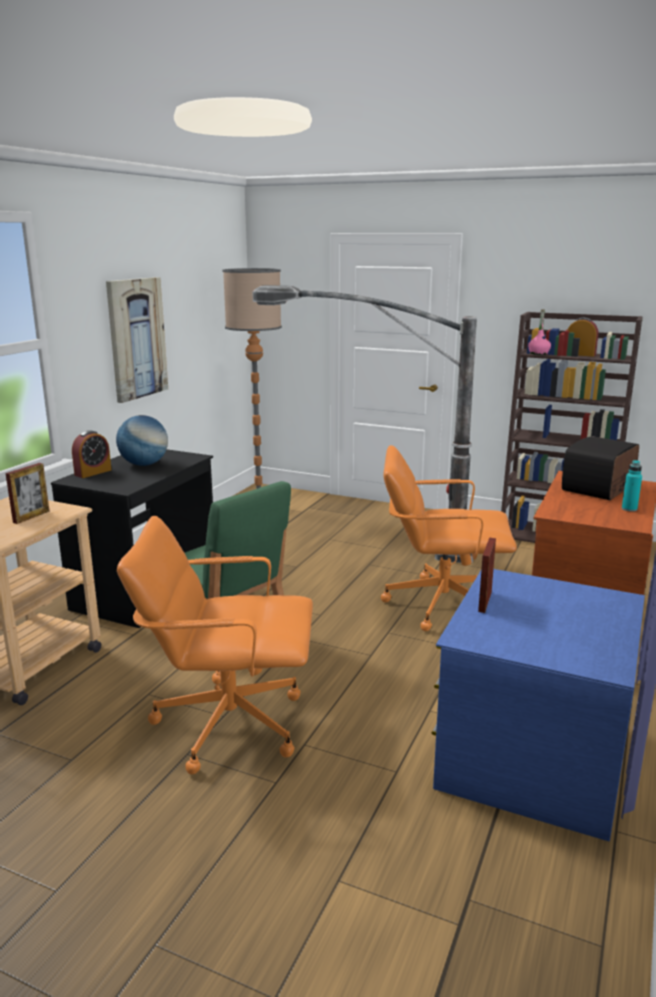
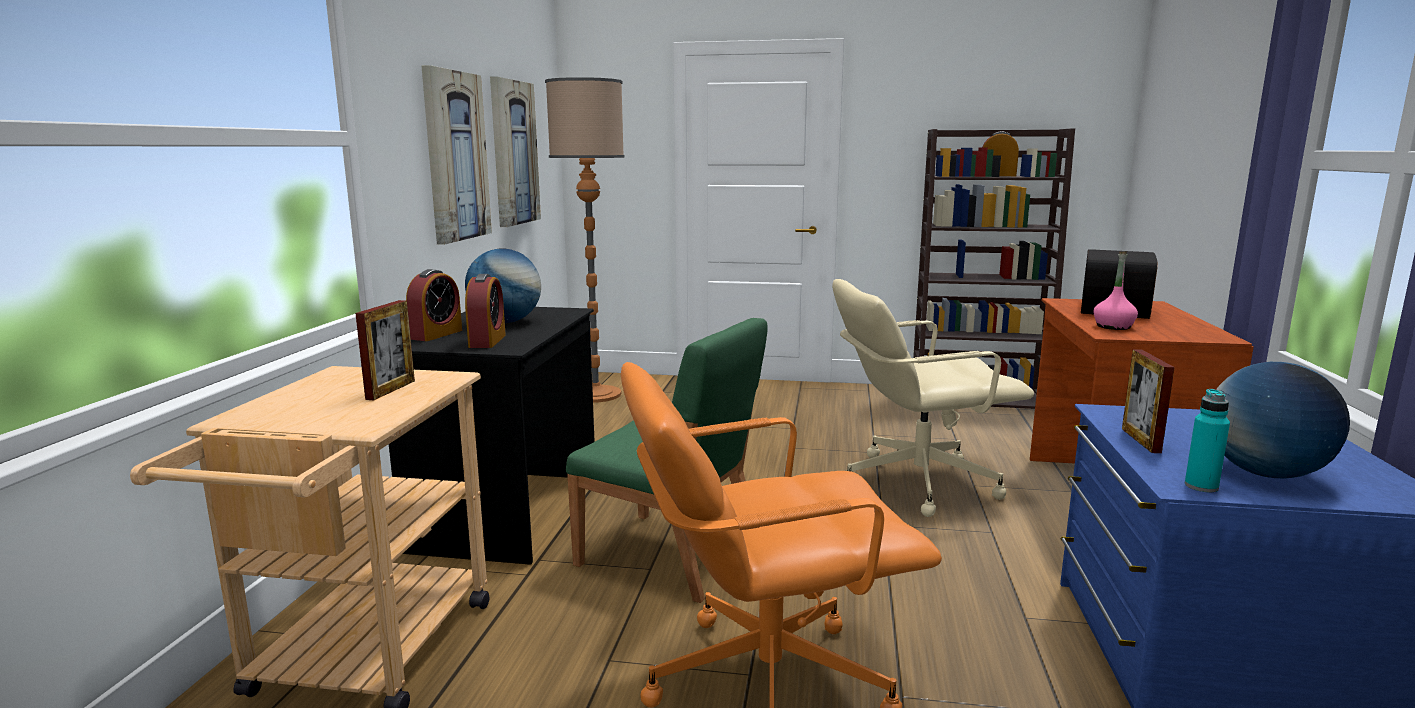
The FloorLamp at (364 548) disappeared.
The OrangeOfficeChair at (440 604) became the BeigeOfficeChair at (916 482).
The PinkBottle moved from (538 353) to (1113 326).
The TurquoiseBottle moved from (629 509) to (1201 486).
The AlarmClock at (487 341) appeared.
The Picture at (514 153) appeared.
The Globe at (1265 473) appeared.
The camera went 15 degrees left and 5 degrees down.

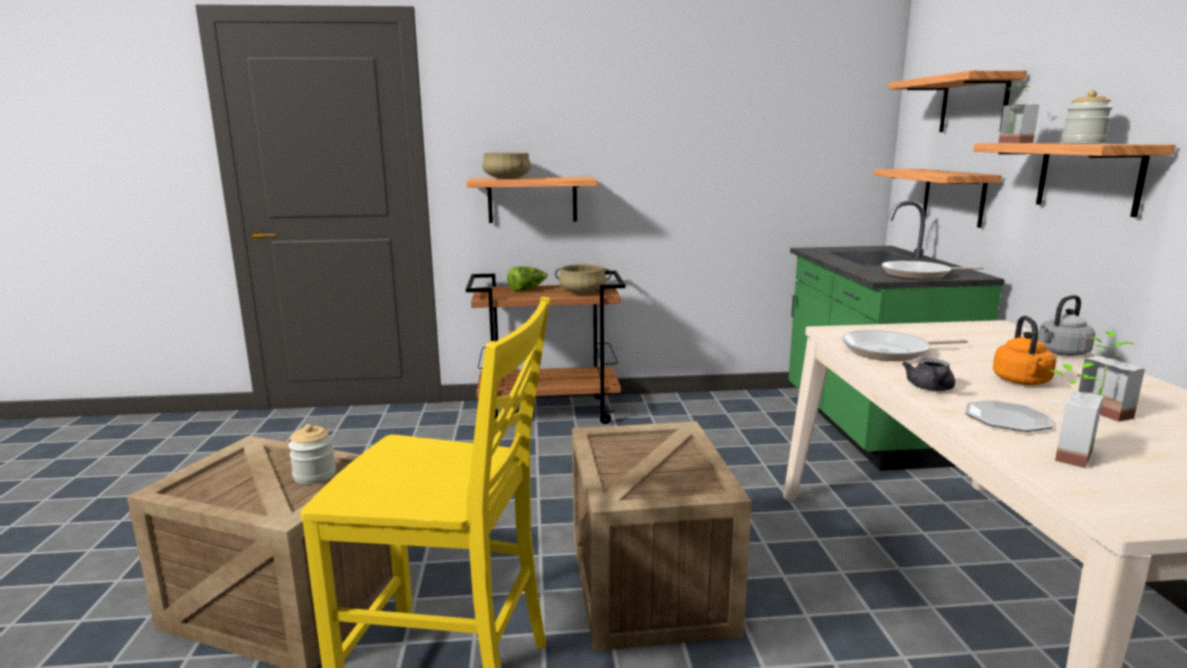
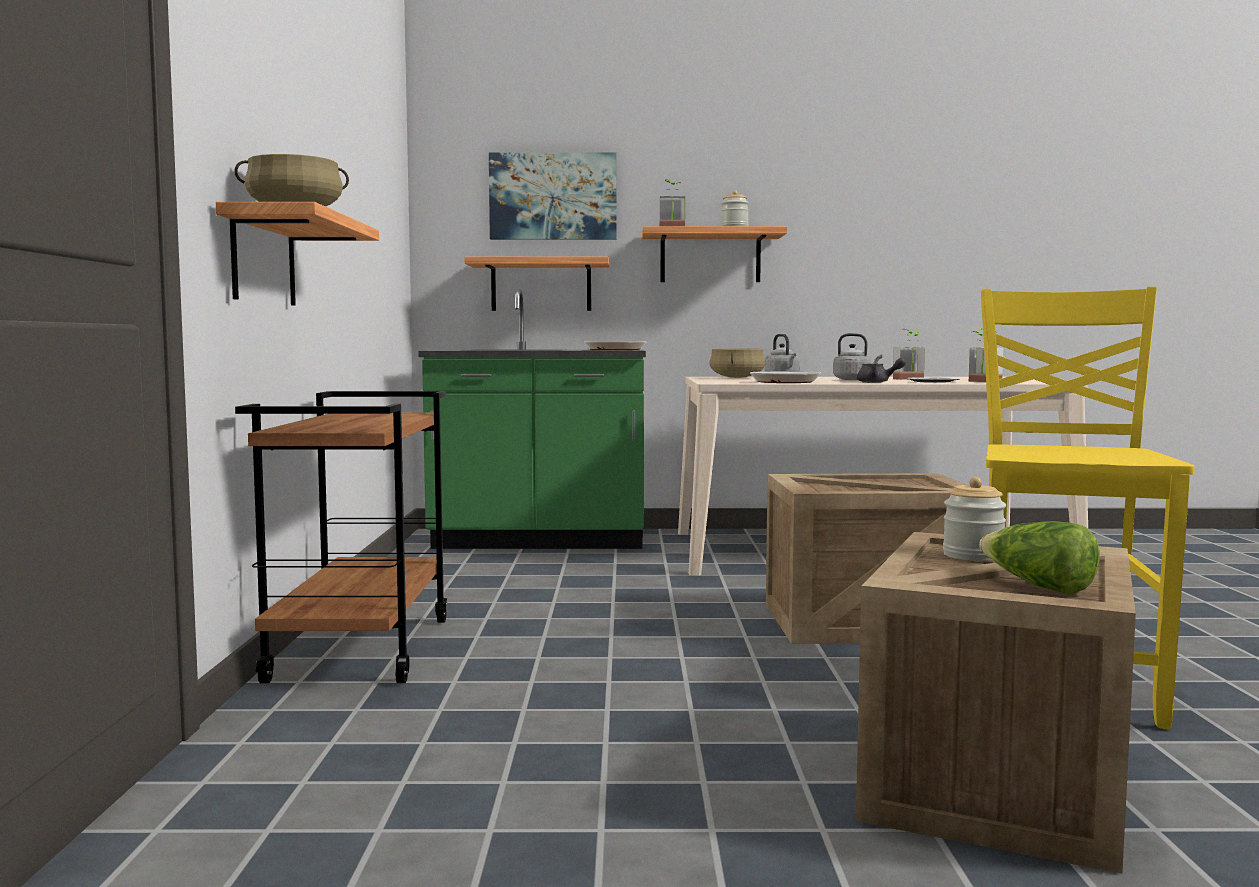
The Lettuce moved from (527 289) to (1037 586).
The BeigeCookingPot moved from (583 292) to (736 377).
The Shelf at (973 104) was replaced by the Picture at (553 196).
The OrangeKettle at (1022 382) became the GreyKettle at (854 379).
The camera went 85 degrees left and 10 degrees down.

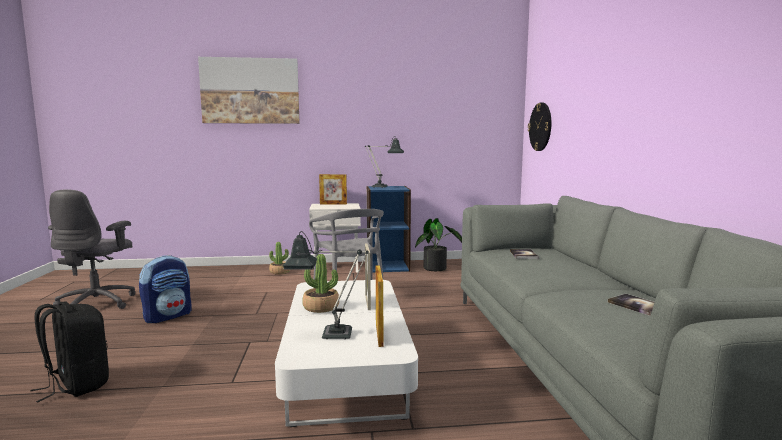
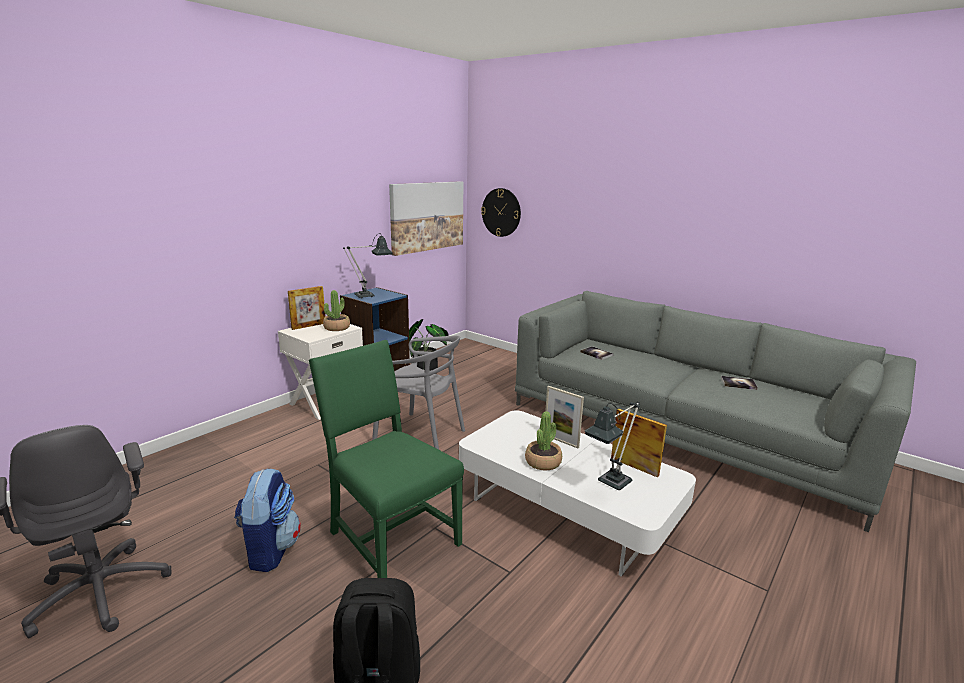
The Picture moved from (250 91) to (427 216).
The PottedPlant moved from (280 272) to (337 328).
The GreenChair at (389 537) appeared.
The camera went 45 degrees left and 10 degrees up.

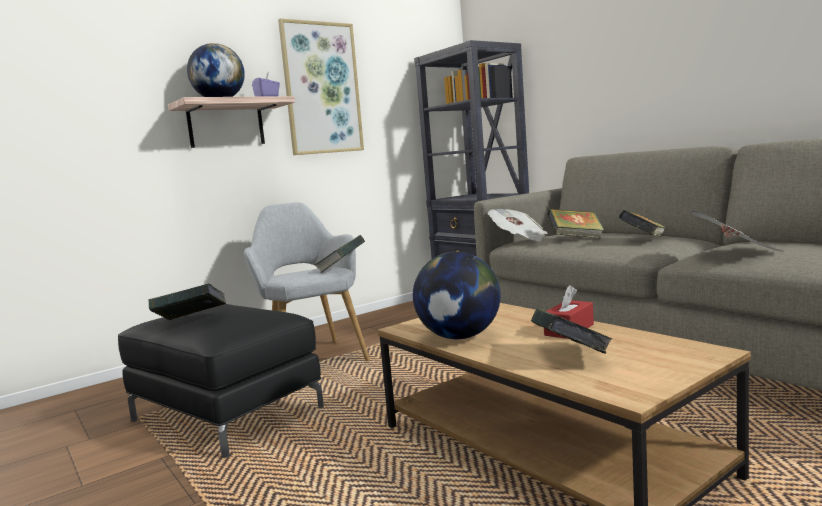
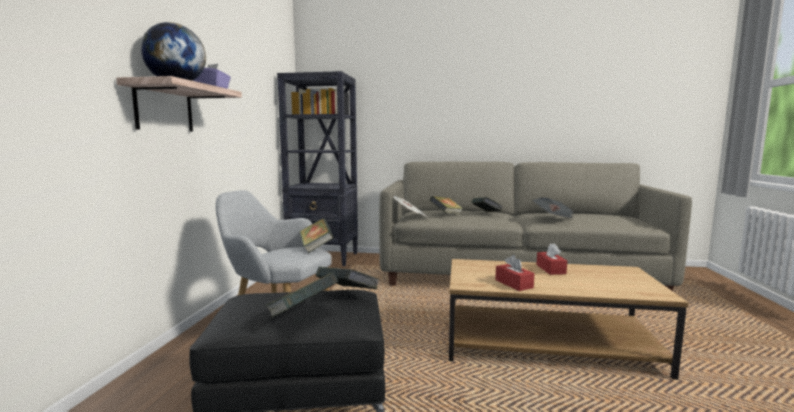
The Picture at (321 88) disappeared.
The Globe at (459 337) was replaced by the RedTissueBox at (514 284).
The Book moved from (570 356) to (347 295).
The camera went 45 degrees left and 0 degrees up.

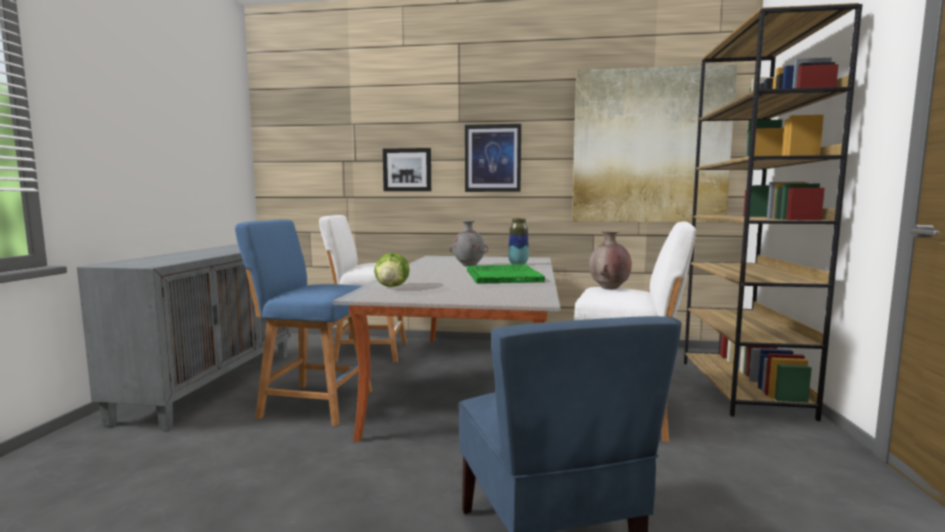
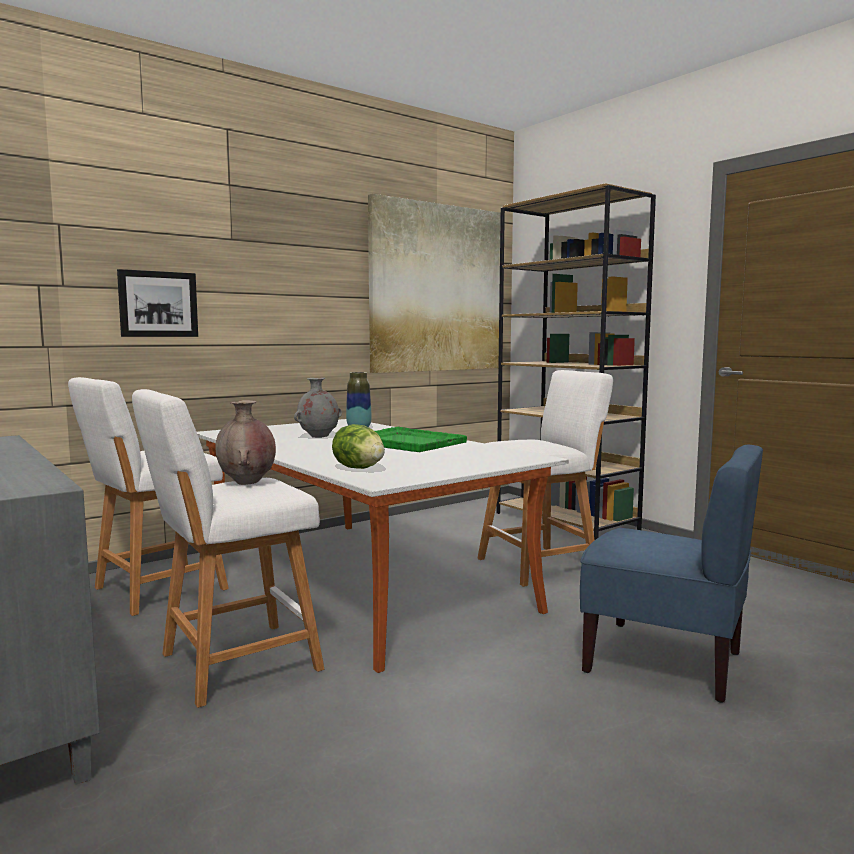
The BlueStool at (312 403) became the WhiteStool at (232 664).
The Picture at (492 158) disappeared.
The BrownVase moved from (609 288) to (247 483).
The camera went 45 degrees left and 0 degrees up.

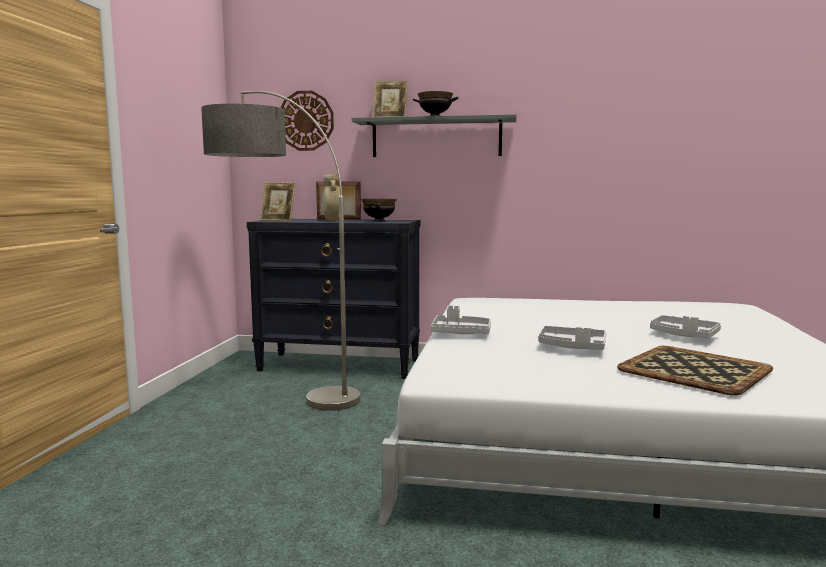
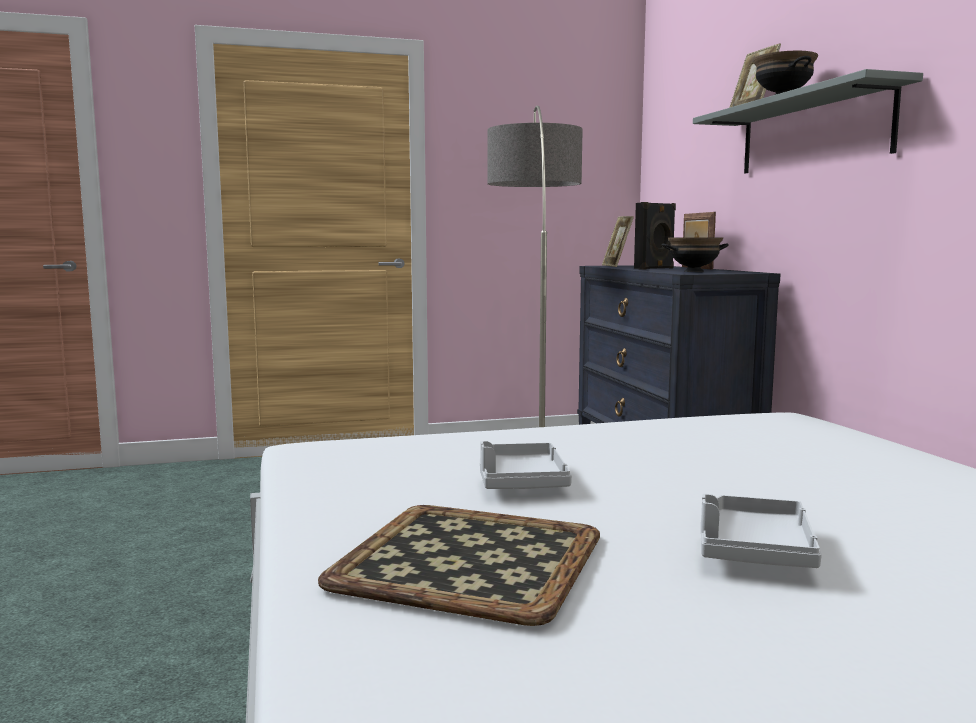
The WallClock at (305 121) disappeared.
The BeigeVase at (332 221) was replaced by the BlackSpeaker at (655 268).
The GreyTray at (461 333) disappeared.
The camera went 65 degrees right and 0 degrees up.

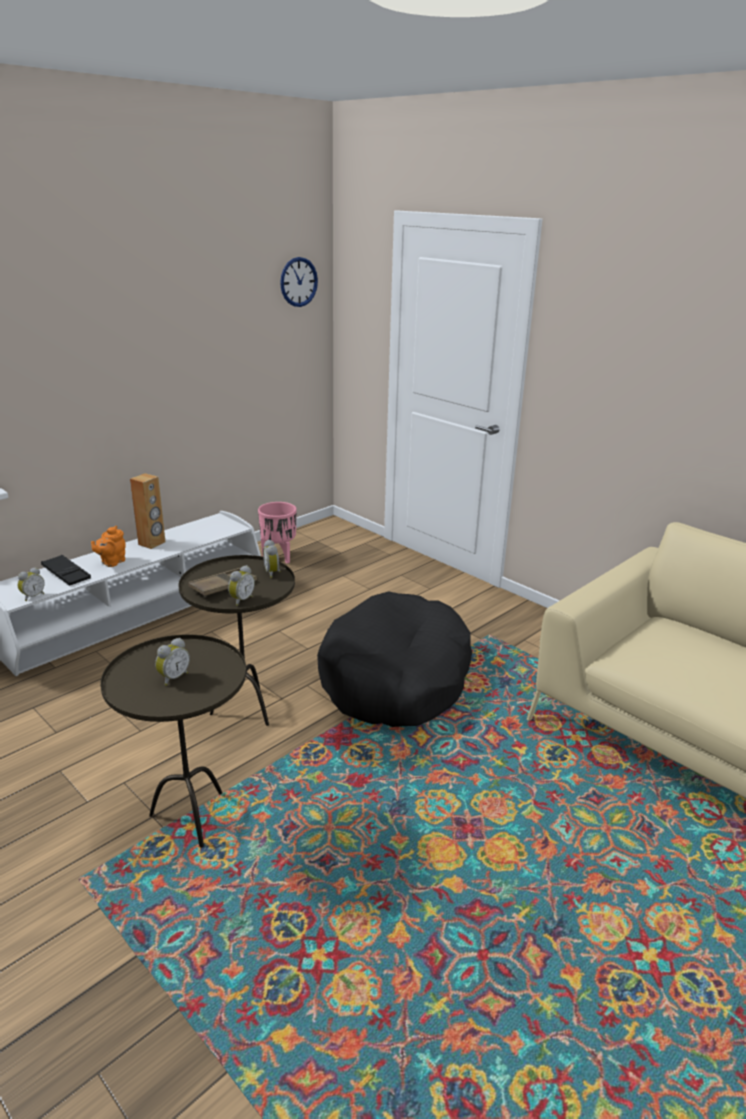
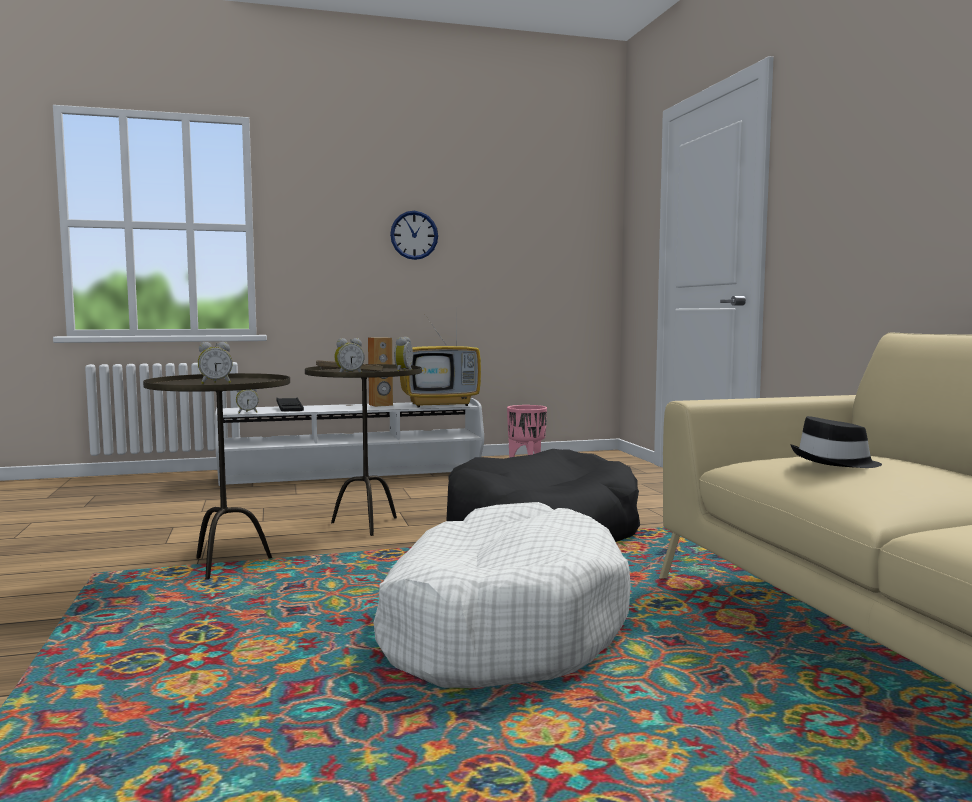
The OrangeTeapot at (112 562) disappeared.
The WallClock moved from (298 282) to (414 235).
The WhiteDogBed at (499 626) appeared.
The Television at (441 404) appeared.
The BlackHat at (834 462) appeared.
The camera went 30 degrees right and 20 degrees down.

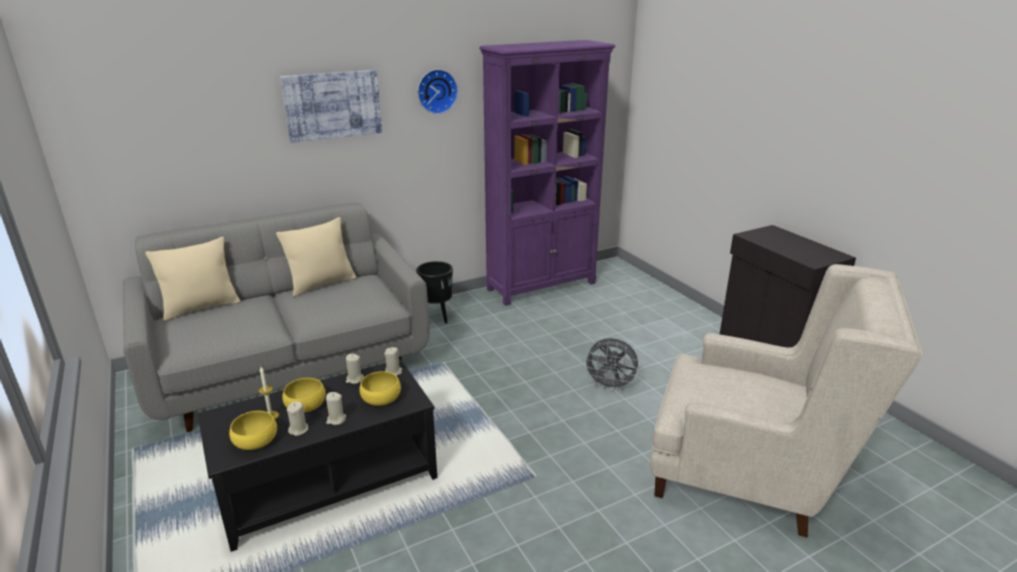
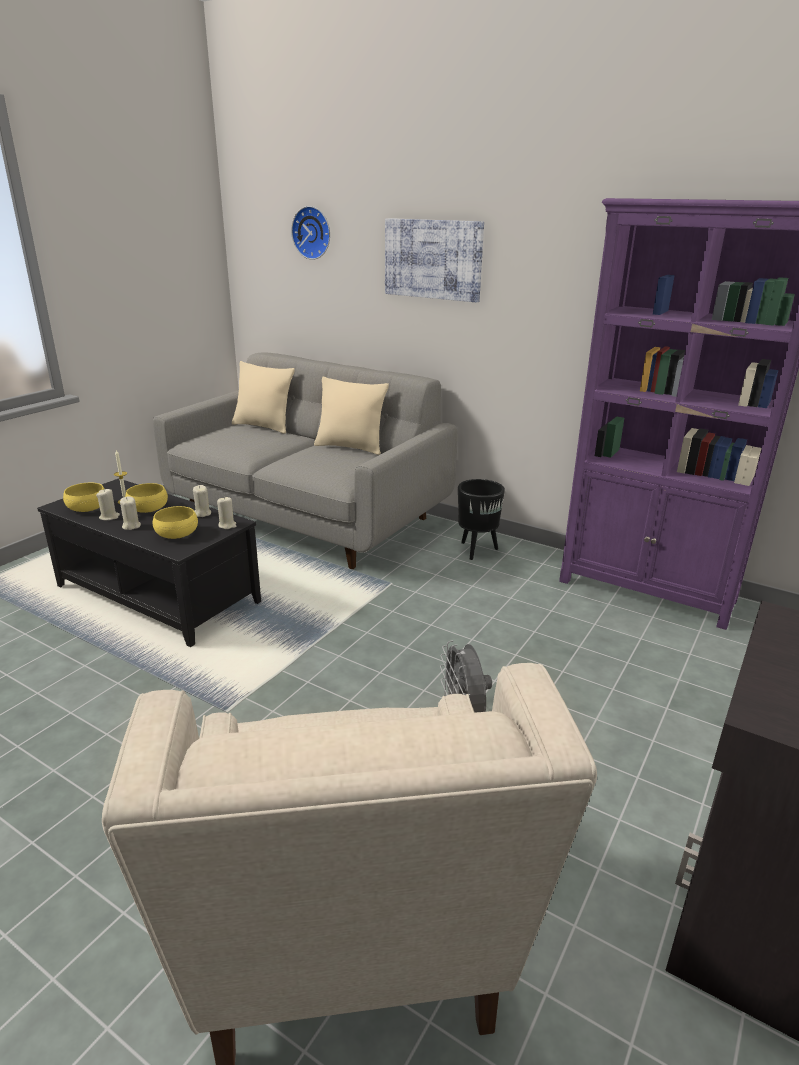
The WallClock moved from (436 91) to (313 233).
The camera went 60 degrees right and 0 degrees up.

